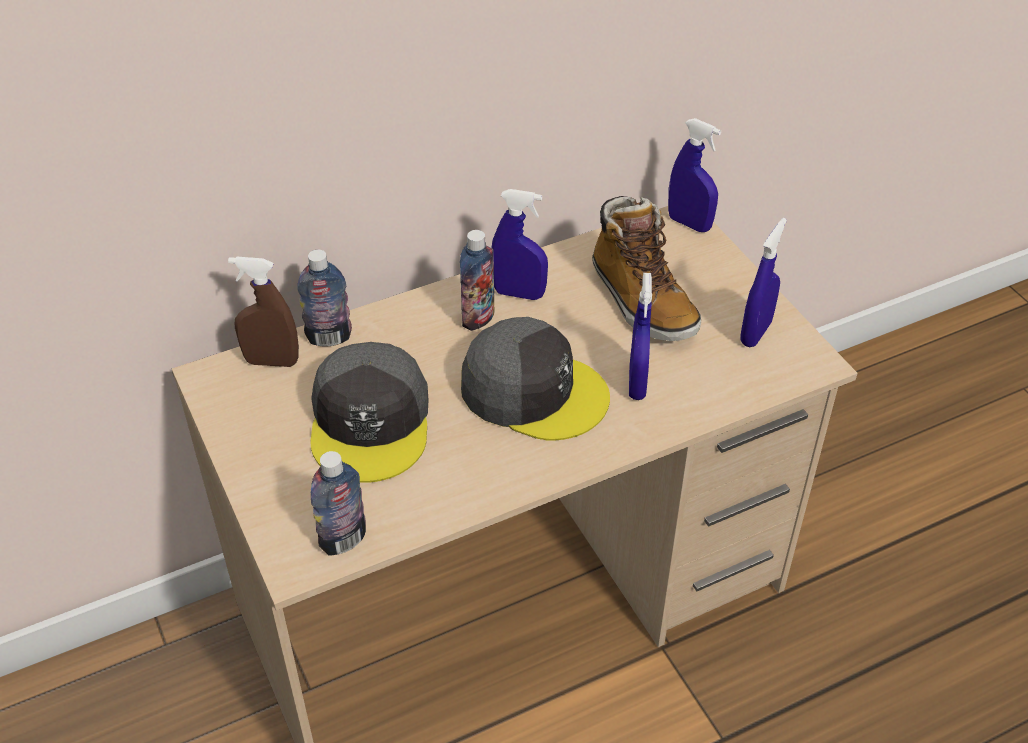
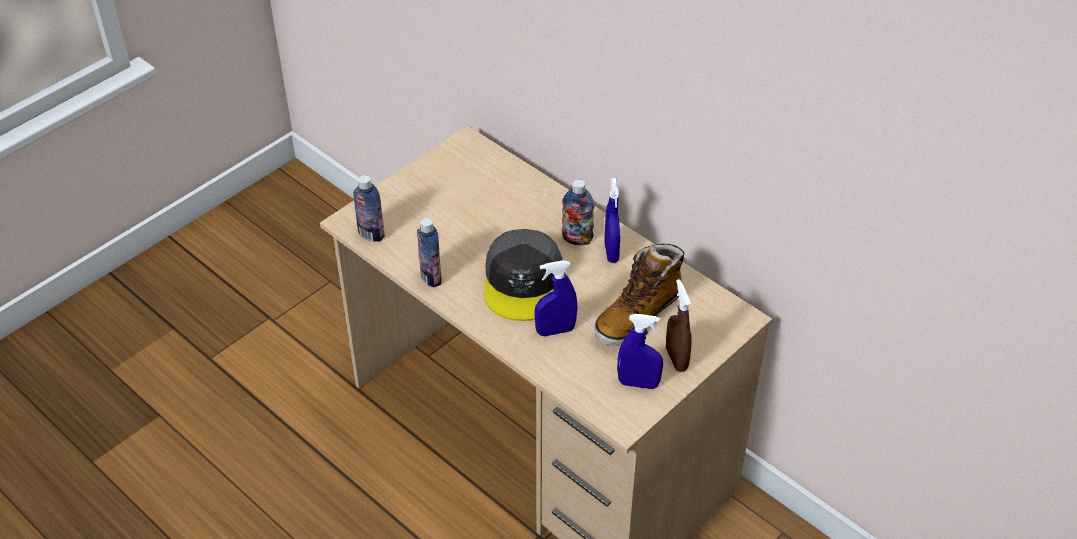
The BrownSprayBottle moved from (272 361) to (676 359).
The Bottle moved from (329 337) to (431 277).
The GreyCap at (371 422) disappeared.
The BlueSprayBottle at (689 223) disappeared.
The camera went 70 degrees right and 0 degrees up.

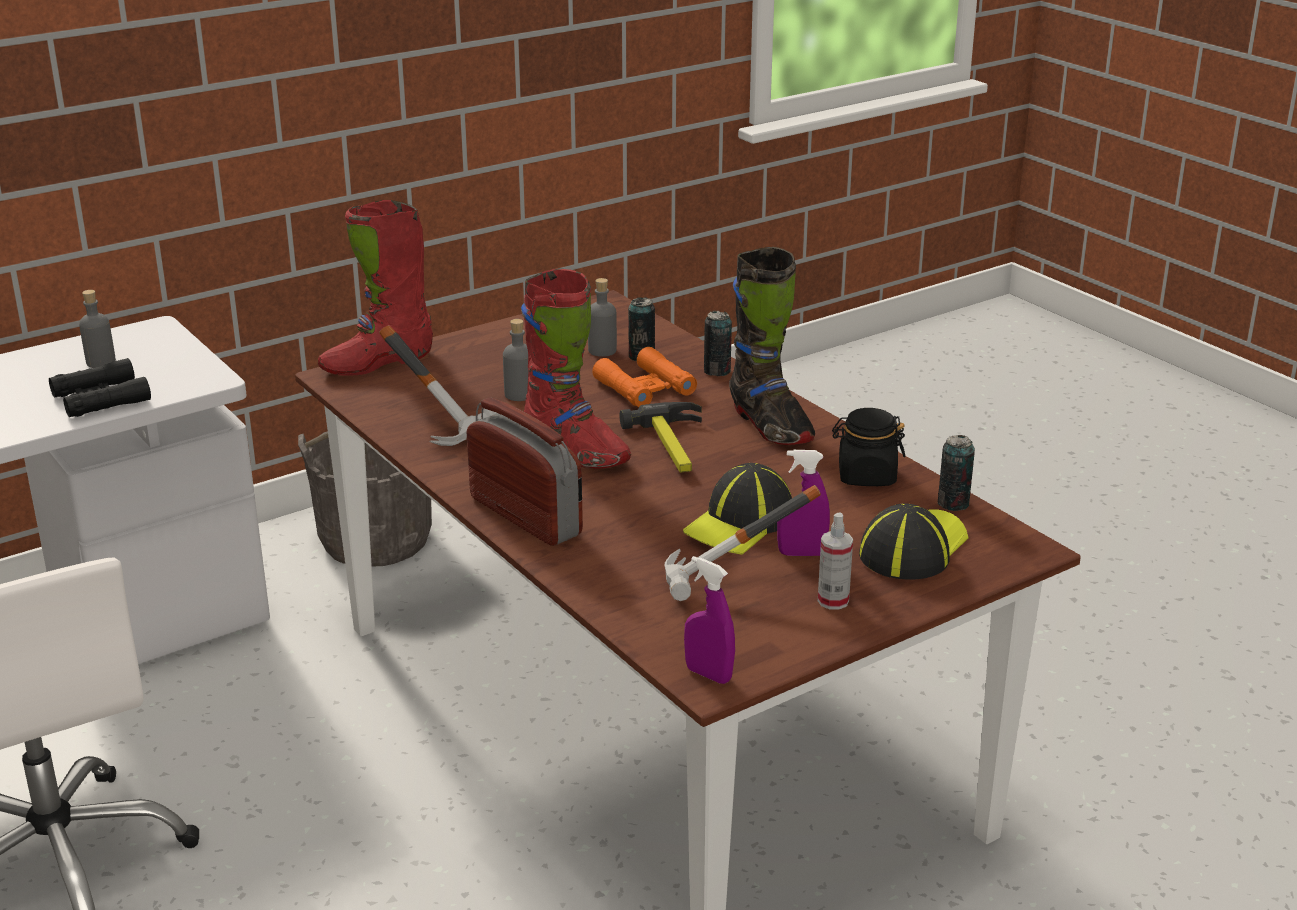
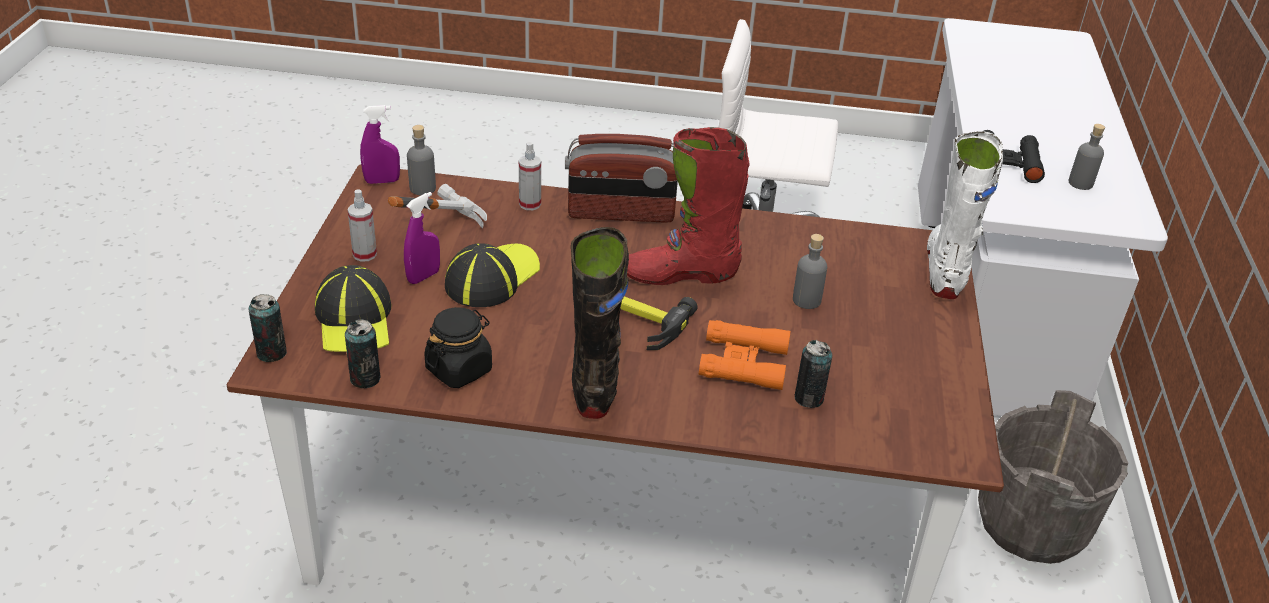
The RedBoot at (377 363) became the WhiteBoot at (945 270).
The Hammer at (445 421) disappeared.
The GreyBottle moved from (602 350) to (422 188).
The Cap at (740 523) turned 45 degrees clockwise.
The Can moved from (717 371) to (271 353).
The BlackBoot at (770 426) turned 75 degrees clockwise.
The SprayBottle at (530 204) appeared.
The camera went 130 degrees right and 10 degrees up.

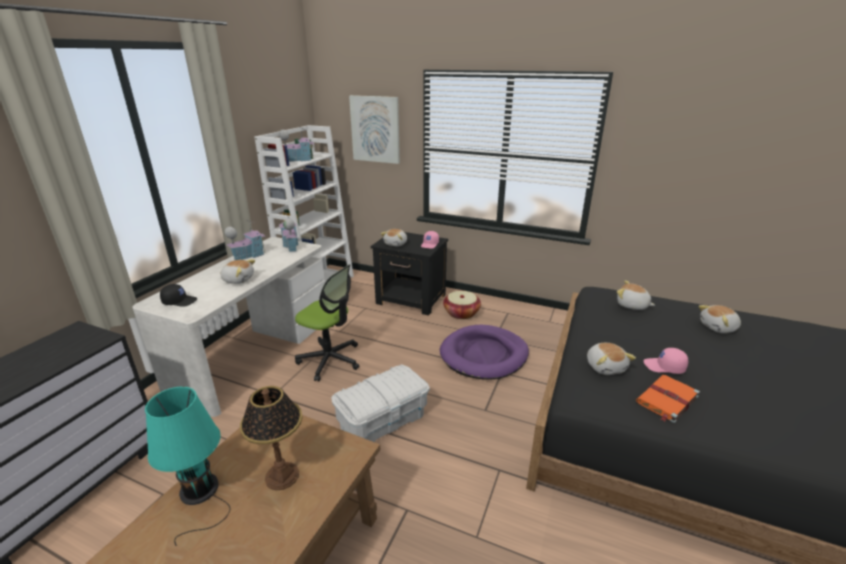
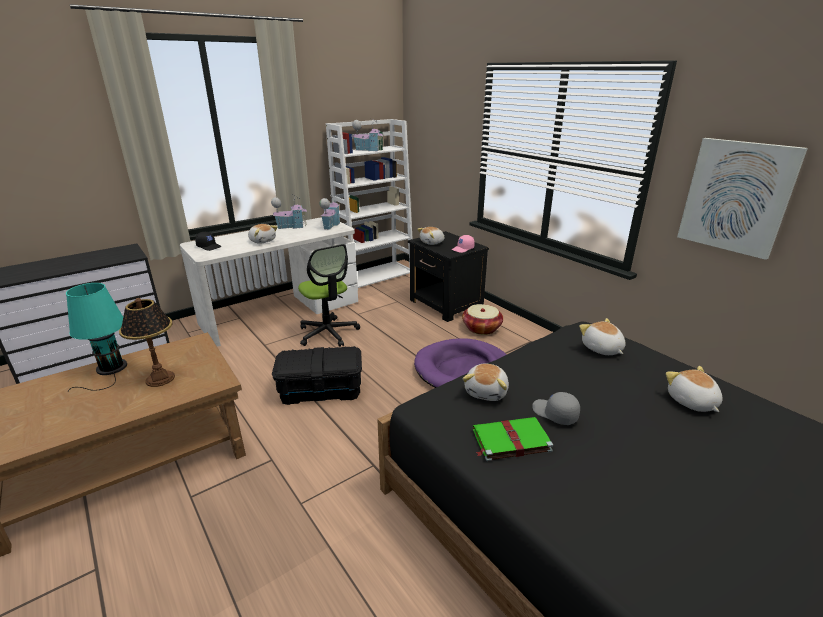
The WhiteStorageBox at (382 419) became the BlackStorageBox at (321 390).
The Picture moved from (375 129) to (736 197).
The OrangeBook at (666 400) became the GreenBook at (510 440).
The PinkCap at (664 367) became the GreyCap at (554 414).
The PlushToy at (718 327) turned 60 degrees clockwise.
The camera went 30 degrees right and 0 degrees up.

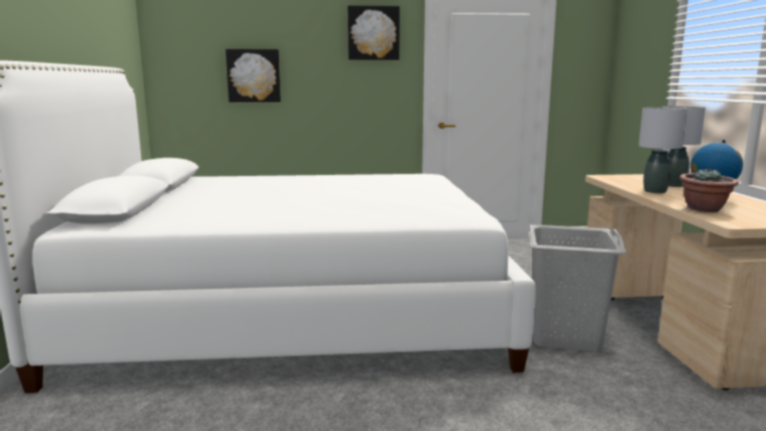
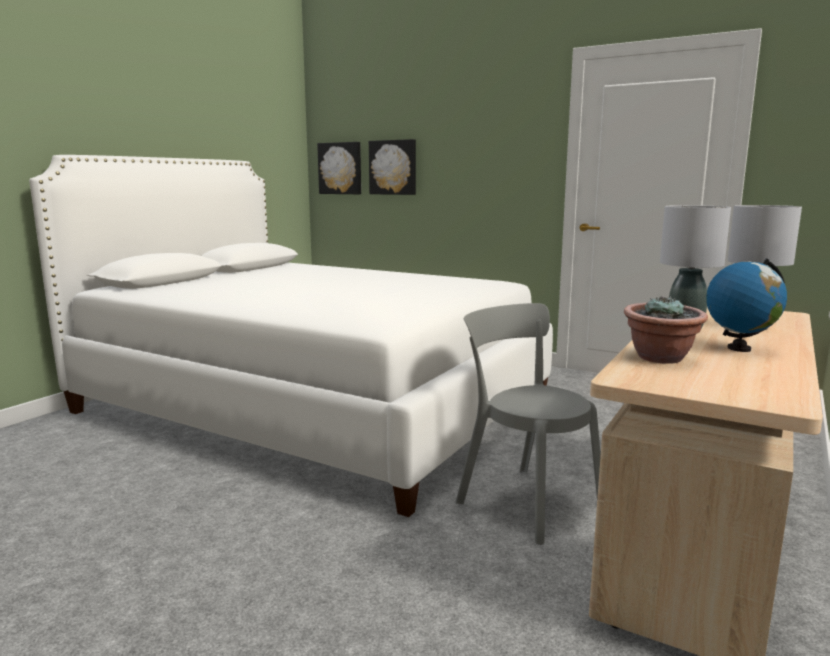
The Picture moved from (373 33) to (340 168).
The GreyLaundryBasket at (564 336) was replaced by the GreyChair at (524 500).
The camera went 35 degrees right and 0 degrees up.

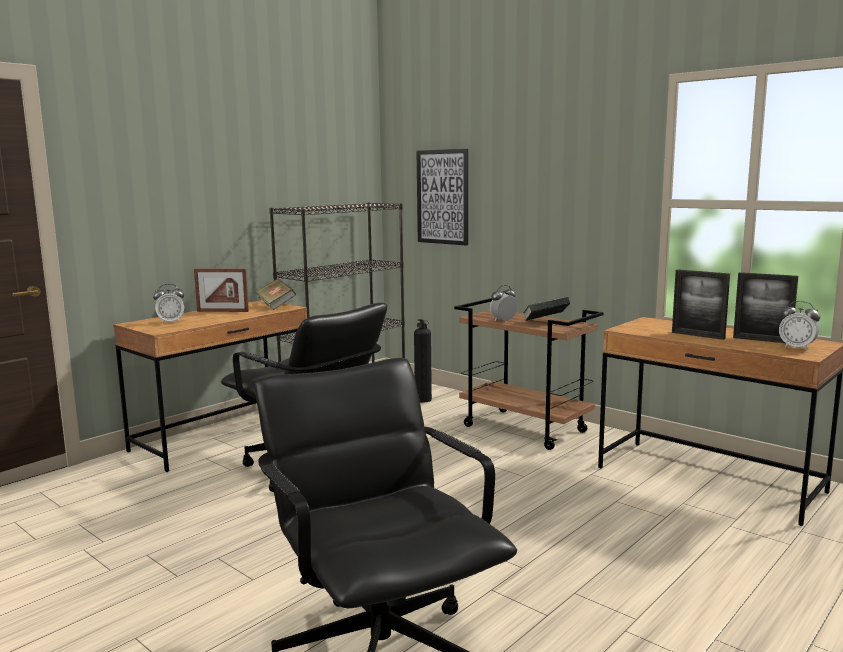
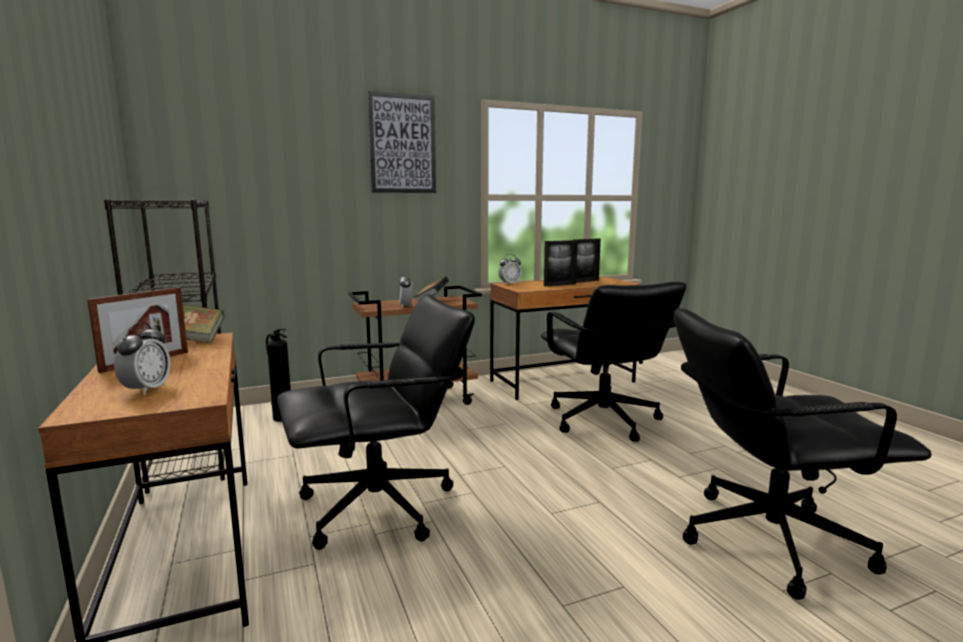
The Picture moved from (442 197) to (402 144).
The AlarmClock moved from (797 348) to (509 284).
The BlackOfficeChair at (603 421) appeared.
The camera went 65 degrees left and 0 degrees up.

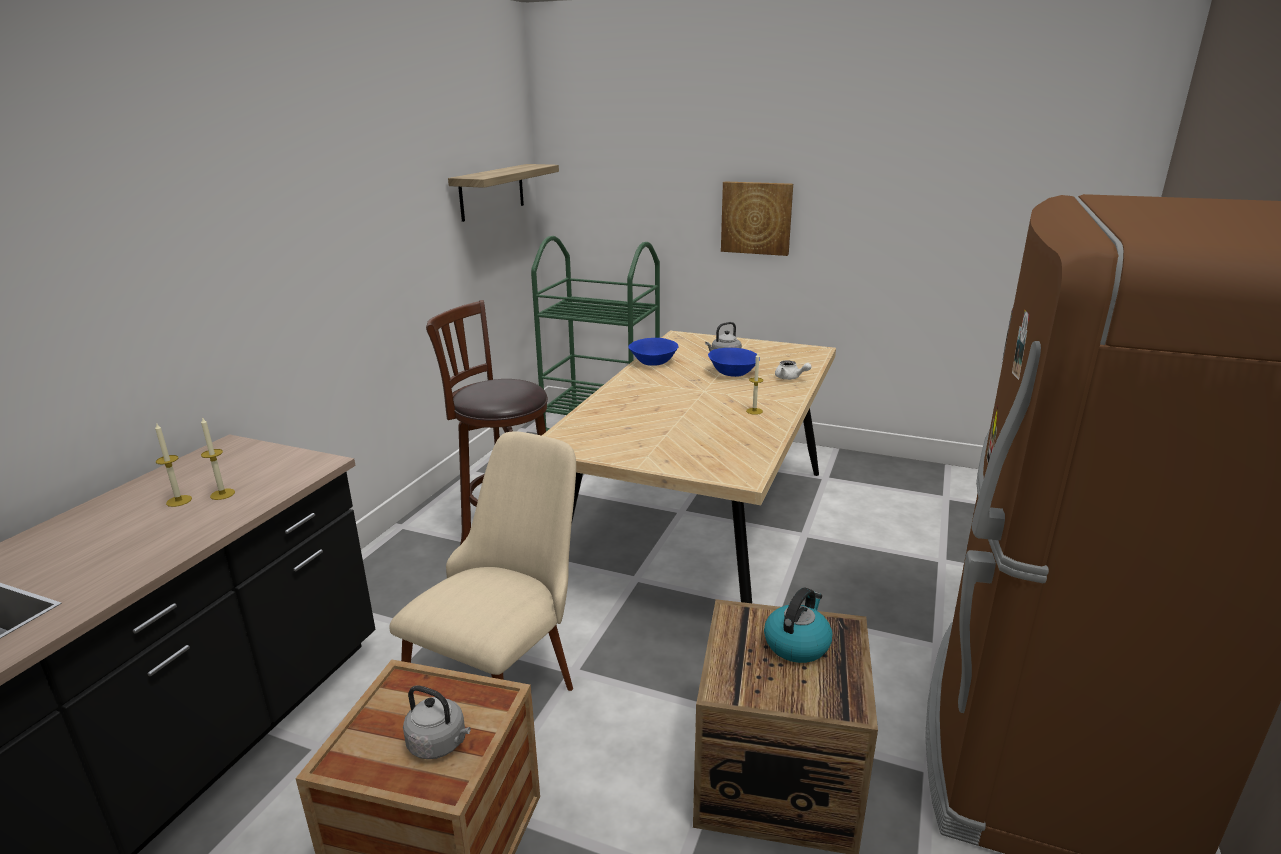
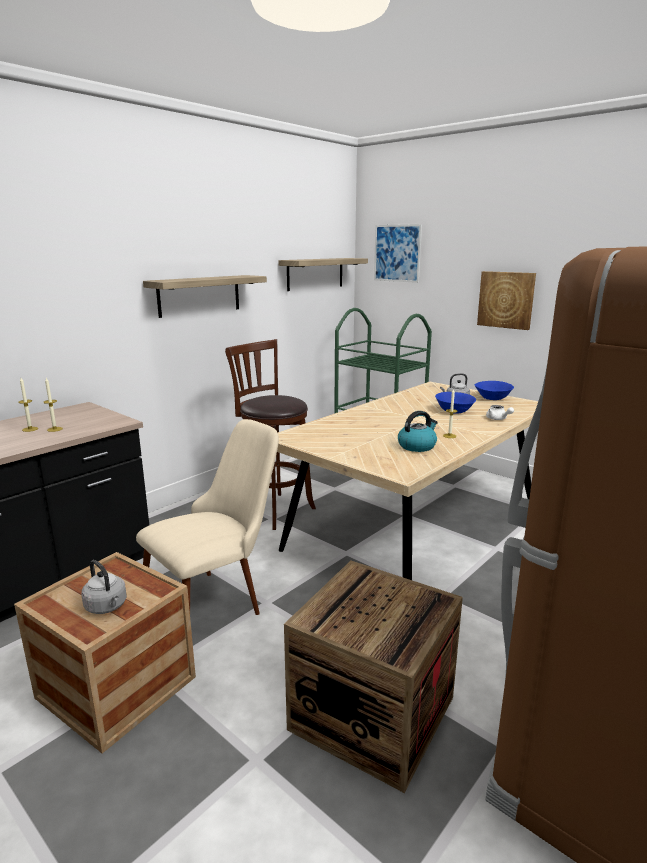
The BlueBowl moved from (653 362) to (492 398).
The Kettle moved from (797 644) to (417 446).
The Shelf at (199 295) appeared.
The Picture at (397 253) appeared.
The camera went 20 degrees right and 5 degrees down.

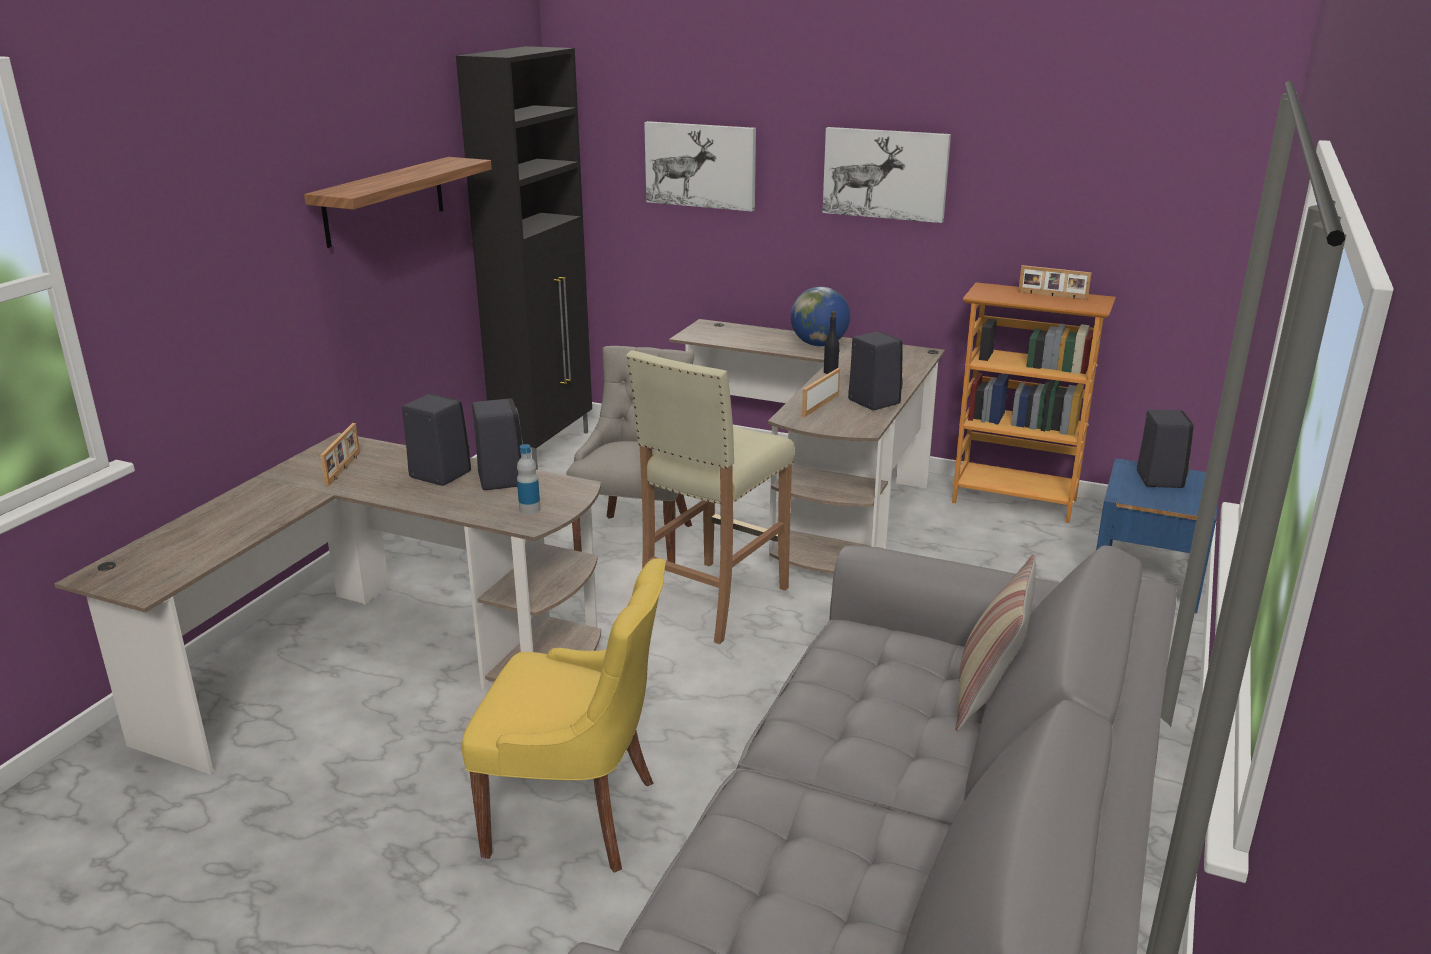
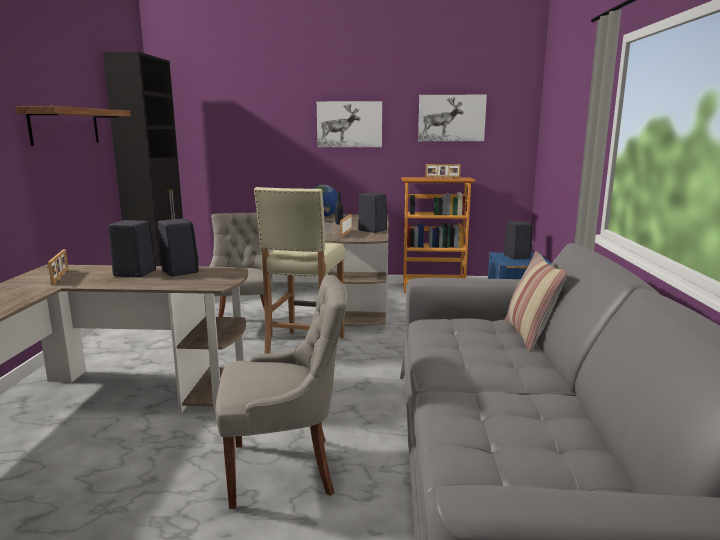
The YellowChair at (576 816) became the GreyChair at (285 469).
The Bottle at (529 509) disappeared.
The Picture moved from (701 165) to (451 118).
The camera went 20 degrees left and 10 degrees down.

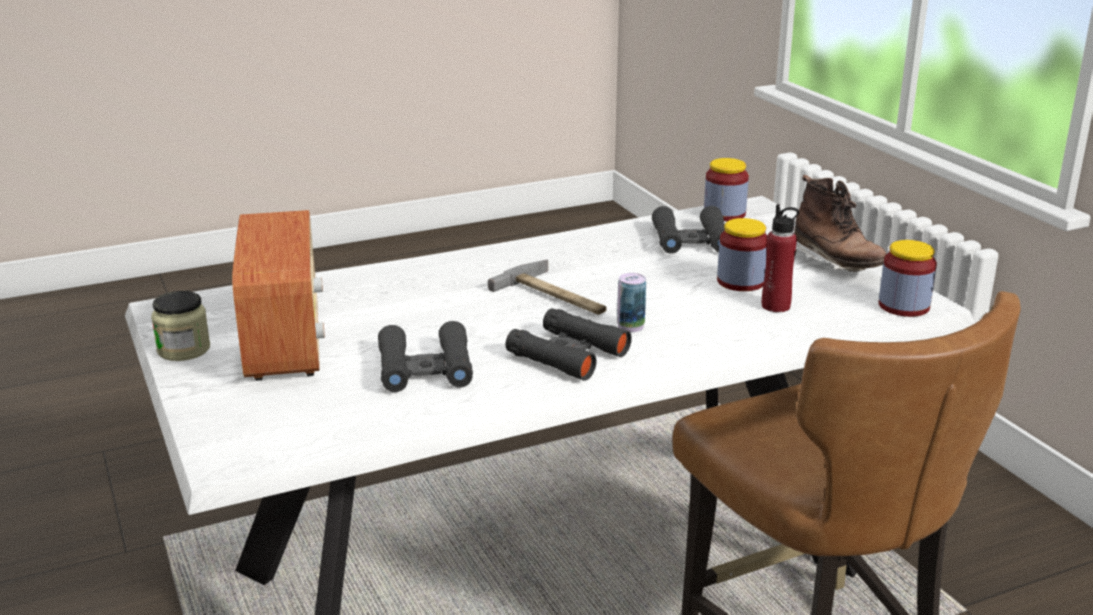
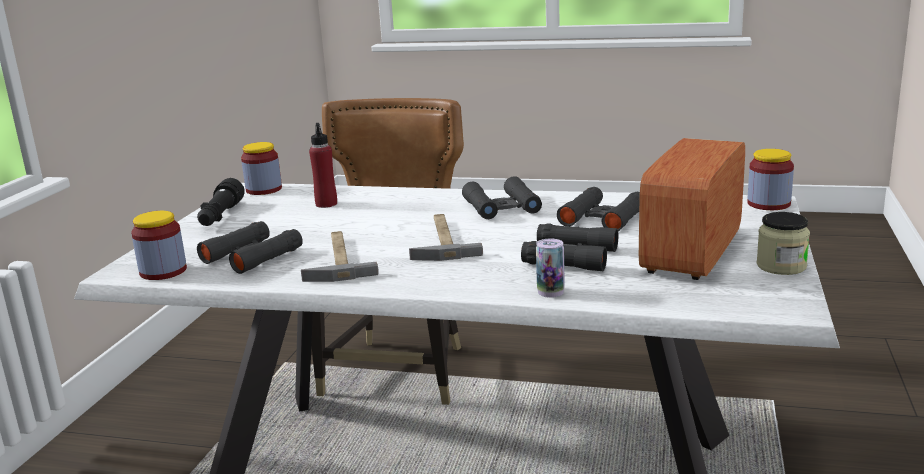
The Can moved from (630 326) to (550 292).
The Jar moved from (741 282) to (768 204).
The BrownBoot at (836 264) was replaced by the BlackFlashlight at (220 216).
The Hammer at (337 259) appeared.
The BlackBinoculars at (570 257) appeared.
The camera went 140 degrees left and 5 degrees down.

